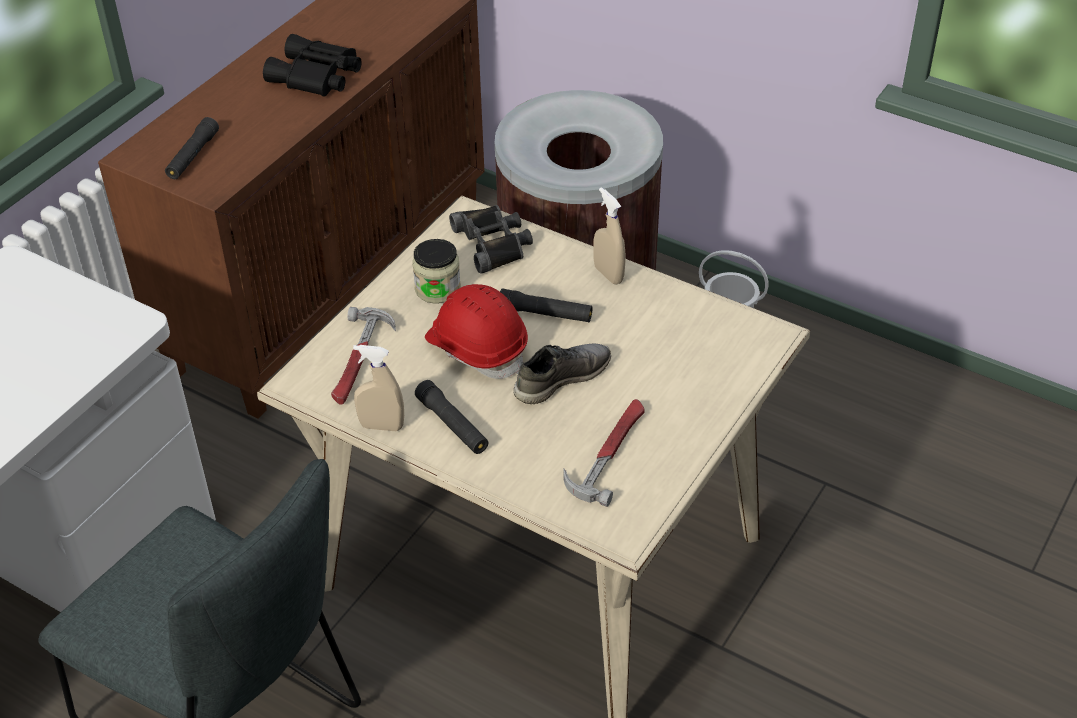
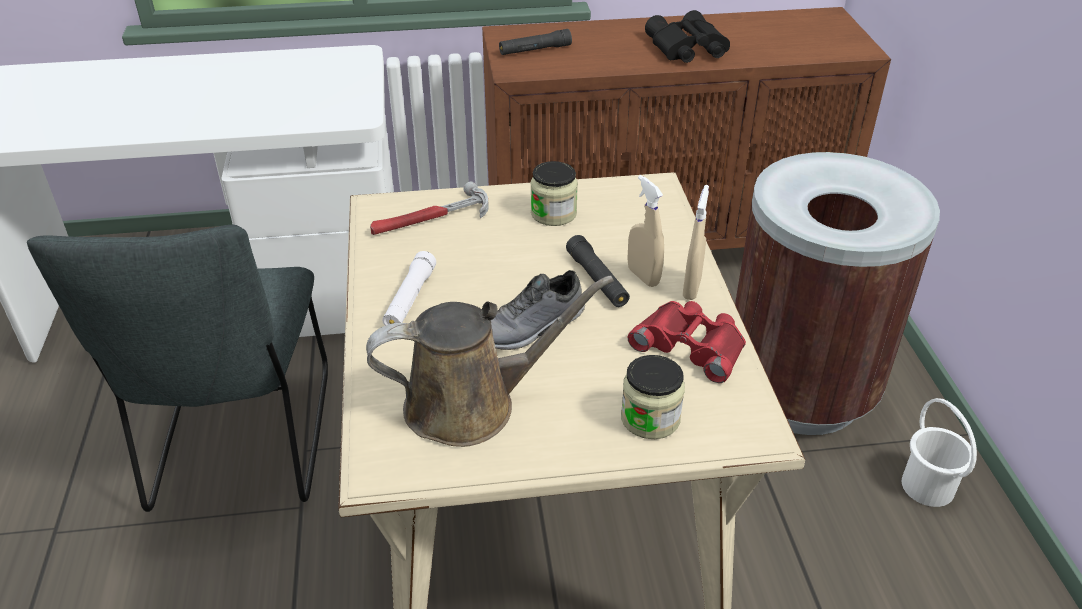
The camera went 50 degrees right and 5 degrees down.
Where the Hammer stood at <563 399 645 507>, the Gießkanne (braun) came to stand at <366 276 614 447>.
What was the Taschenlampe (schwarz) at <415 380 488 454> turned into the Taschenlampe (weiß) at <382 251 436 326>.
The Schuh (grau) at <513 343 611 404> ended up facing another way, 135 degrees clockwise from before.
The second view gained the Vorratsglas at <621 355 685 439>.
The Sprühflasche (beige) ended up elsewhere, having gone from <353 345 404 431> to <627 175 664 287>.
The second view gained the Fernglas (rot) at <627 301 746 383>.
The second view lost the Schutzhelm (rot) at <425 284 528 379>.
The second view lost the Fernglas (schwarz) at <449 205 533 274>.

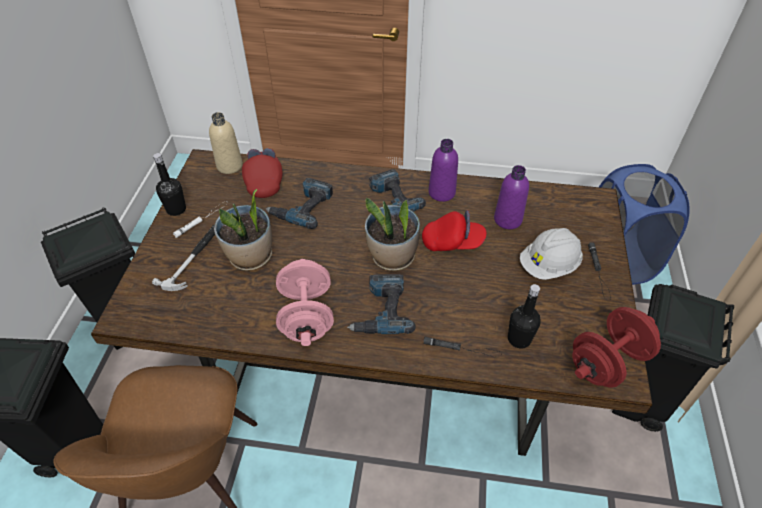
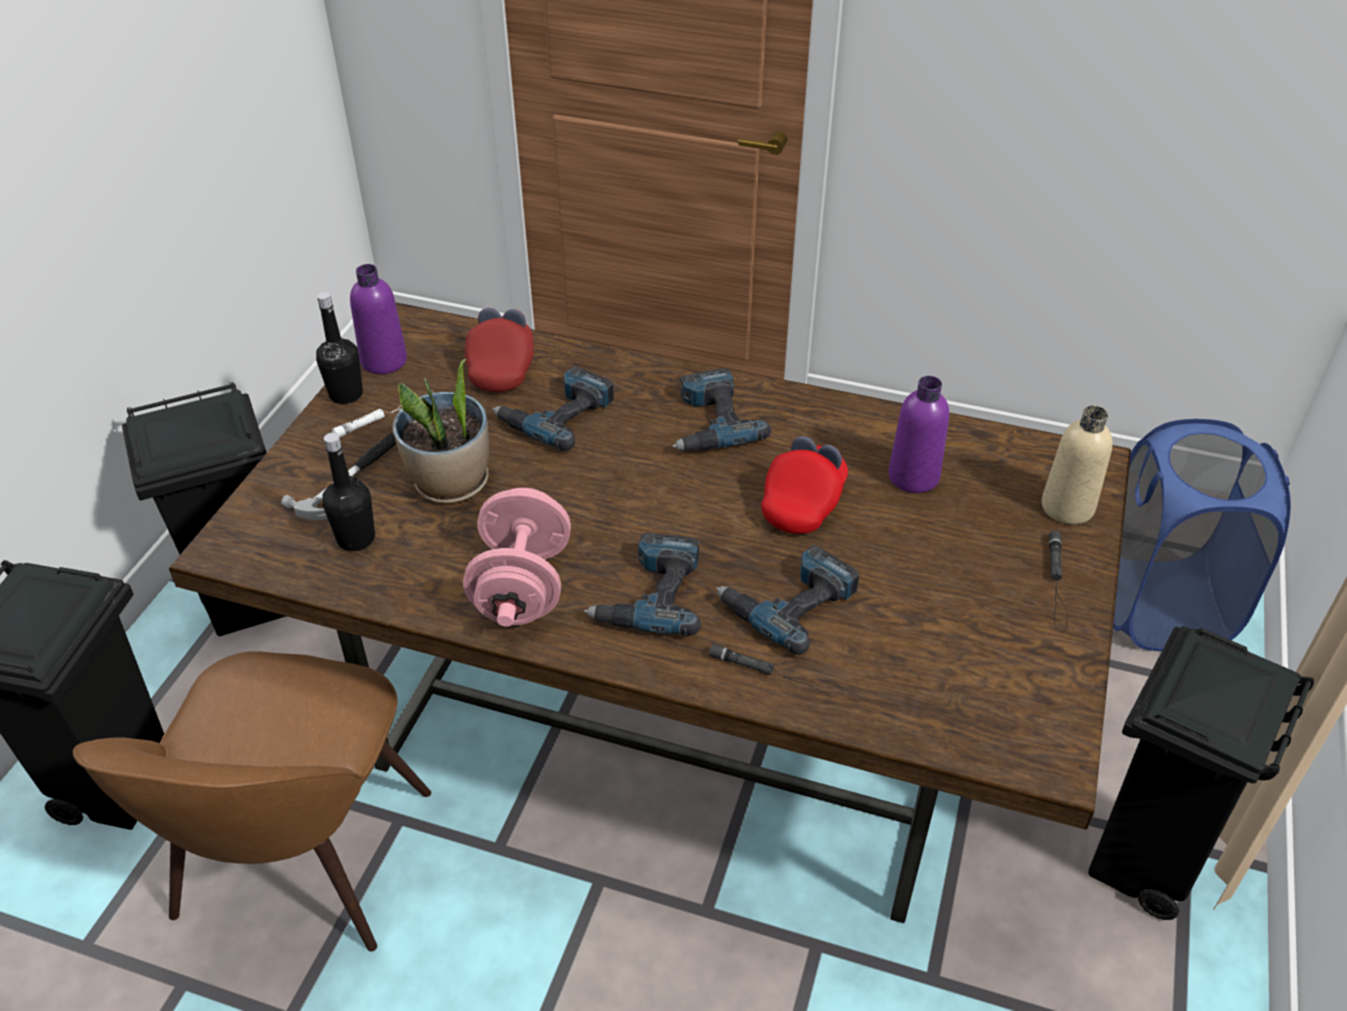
The camera went 10 degrees right and 5 degrees down.
The Flasche (schwarz) ended up elsewhere, having gone from <508 284 541 349> to <322 433 375 551>.
The Flasche (lila) ended up elsewhere, having gone from <428 139 458 202> to <350 264 407 374>.
The second view gained the Bohrmaschine at <716 545 859 655>.
The Kappe (rot) at <422 210 487 251> ended up facing another way, 75 degrees counterclockwise from before.
The Flasche (beige) ended up elsewhere, having gone from <209 112 243 174> to <1042 406 1113 525>.
The second view lost the Topfpflanze at <365 198 420 271>.
The second view lost the Schutzhelm (weiß) at <520 228 583 280>.
The second view lost the Hantel (rot) at <572 307 661 388>.

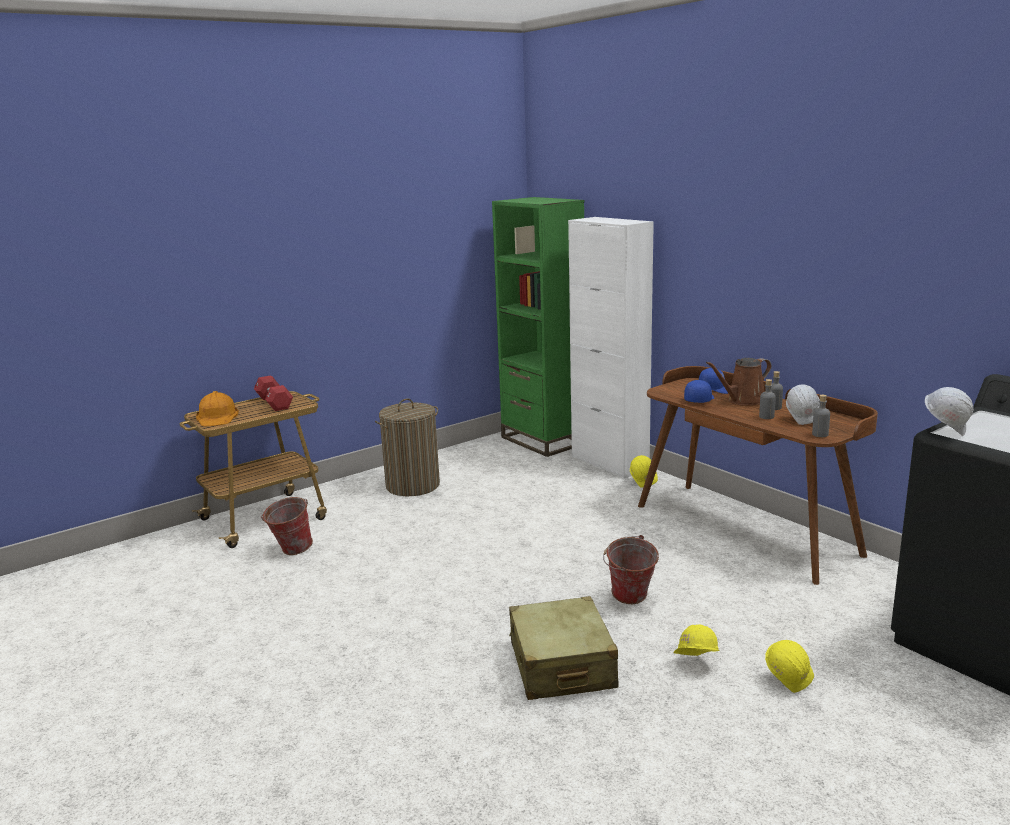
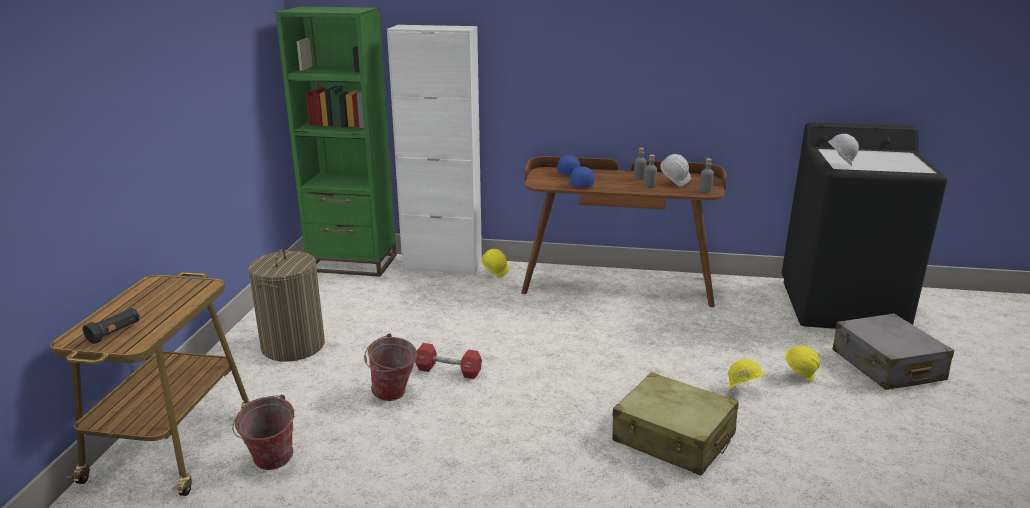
The camera went 45 degrees left and 5 degrees up.
Where the Schutzhelm (orange) stood at <196 391 239 426>, the Taschenlampe (schwarz) came to stand at <82 308 140 344>.
The Eimer ended up elsewhere, having gone from <603 535 659 604> to <364 334 418 401>.
The Hantel (rot) ended up elsewhere, having gone from <254 375 293 411> to <415 343 482 379>.
The second view gained the Koffer (grau) at <833 313 954 390>.
The second view lost the Gießkanne (braun) at <706 358 771 406>.

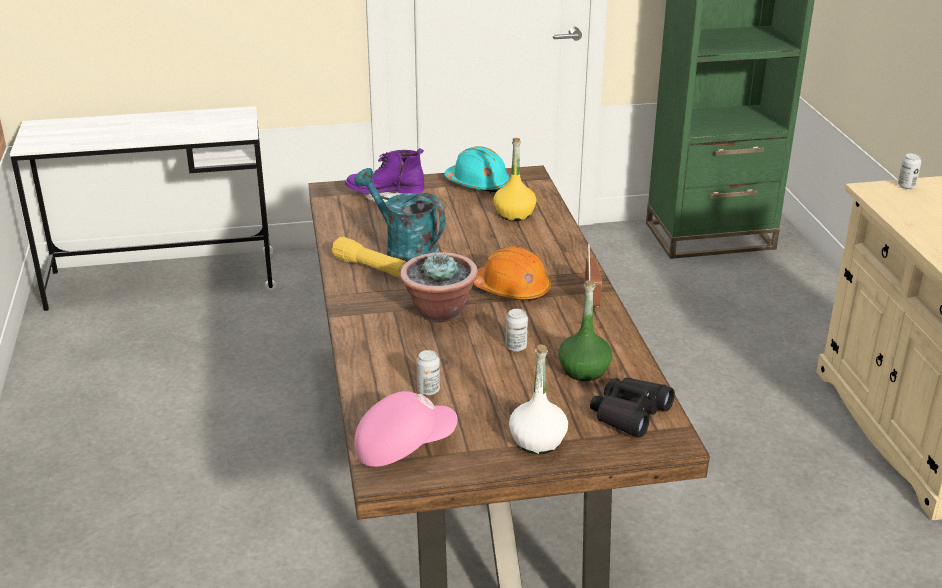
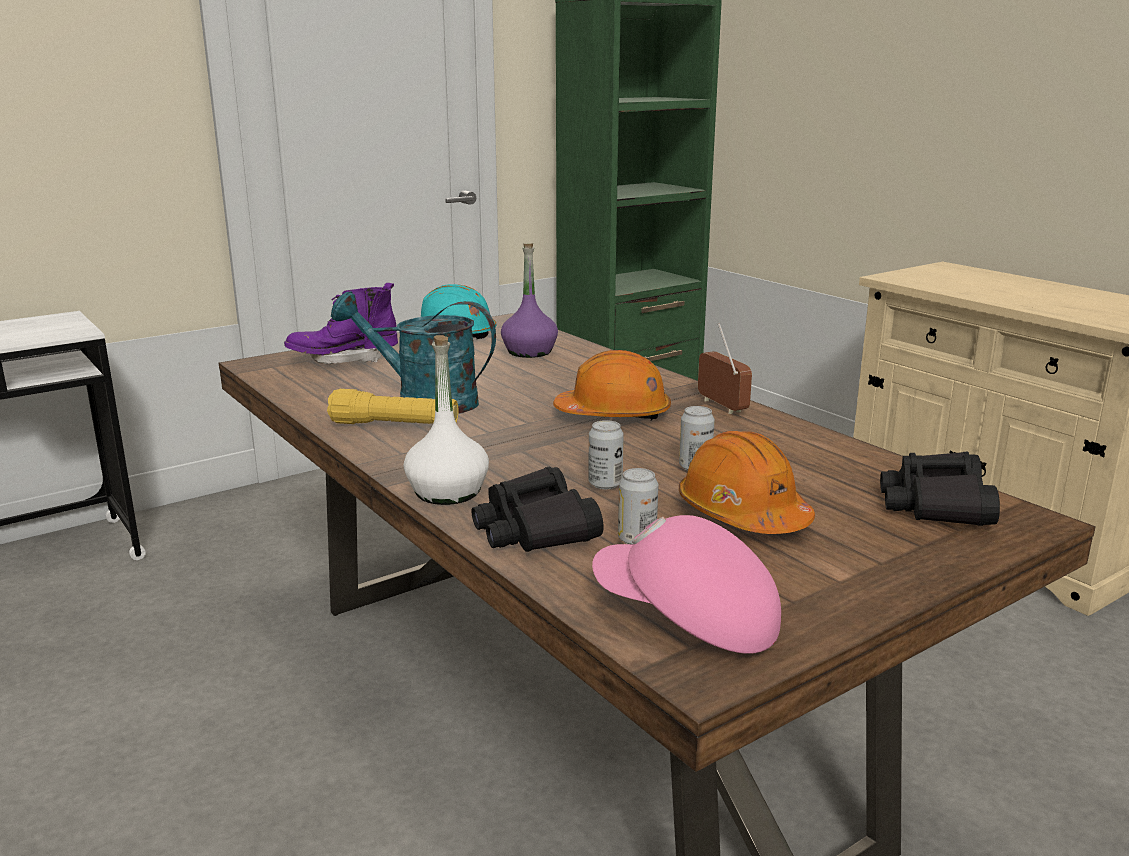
The camera went 25 degrees left and 10 degrees down.
The Flasche (weiß) ended up elsewhere, having gone from <509 344 568 454> to <404 335 489 505>.
The second view gained the Fernglas (schwarz) at <471 467 604 552>.
What was the Flasche (gelb) at <493 138 537 221> turned into the Flasche (lila) at <501 244 558 358>.
The Dose ended up elsewhere, having gone from <898 153 921 189> to <588 420 624 489>.
The Kappe (rosa) at <354 391 458 467> ended up facing another way, 105 degrees counterclockwise from before.
The second view gained the Schutzhelm (orange) at <679 431 815 534>.
The second view lost the Topfpflanze at <400 252 478 322>.
The second view lost the Flasche (grün) at <558 280 612 381>.

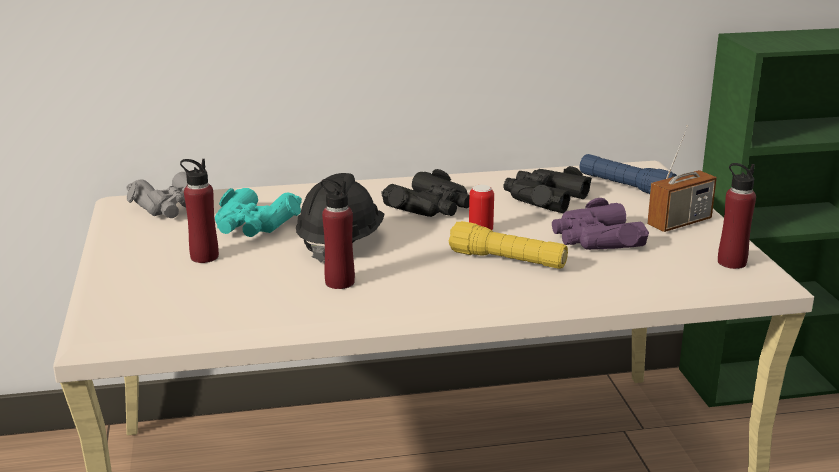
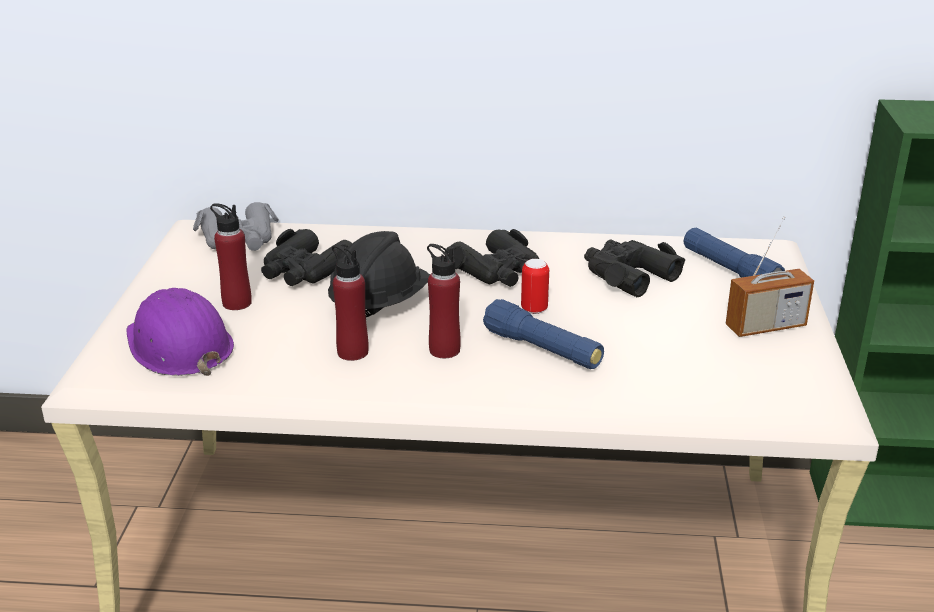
The camera went 15 degrees right and 5 degrees up.
The second view gained the Schutzhelm (lila) at <126 288 234 376>.
What was the Fernglas (türkis) at <215 188 302 237> turned into the Fernglas (schwarz) at <261 229 352 286>.
The Flasche (rot) ended up elsewhere, having gone from <718 163 756 269> to <427 244 461 358>.
What was the Taschenlampe (gelb) at <449 221 568 269> turned into the Taschenlampe (blau) at <483 299 604 369>.
The second view lost the Fernglas (lila) at <552 198 649 250>.

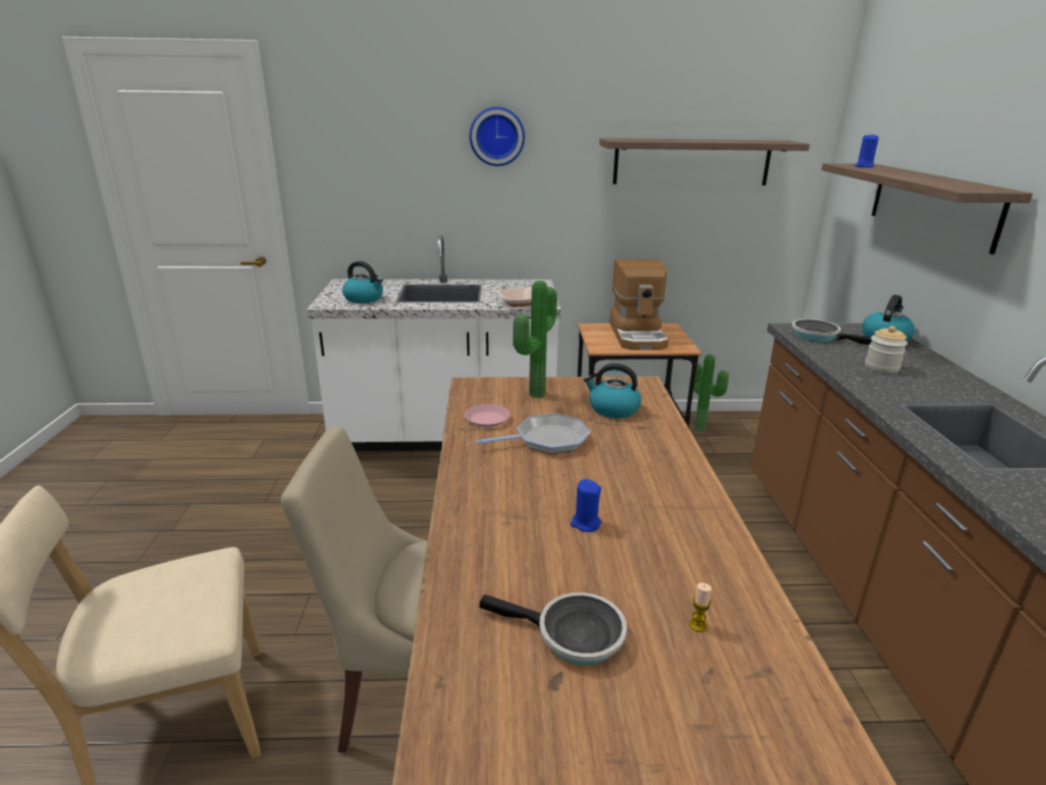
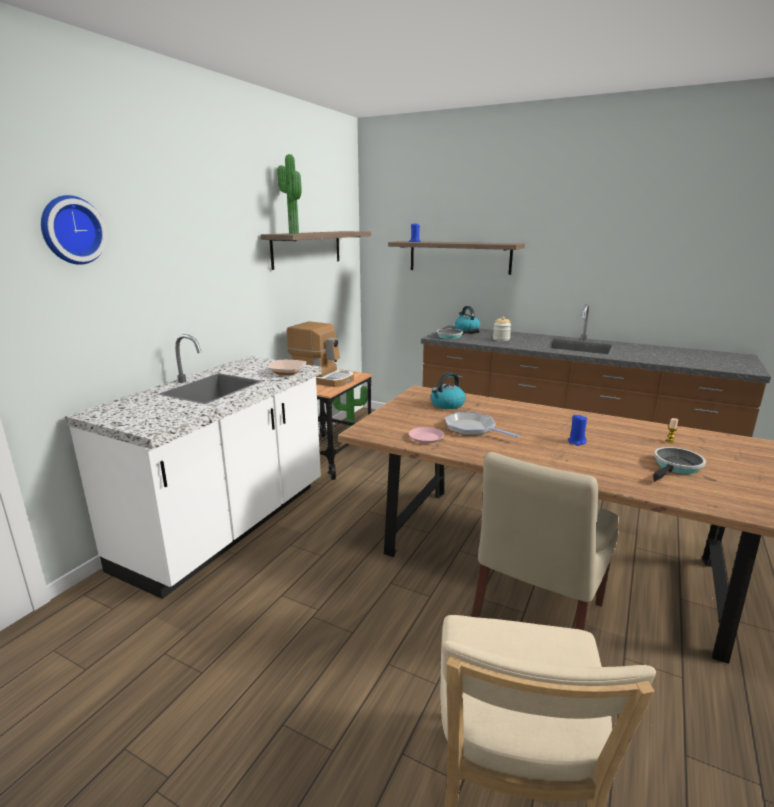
The camera went 60 degrees left and 5 degrees down.
The Wanduhr ended up elsewhere, having gone from <469 107 525 166> to <41 195 107 265>.
The Topfpflanze ended up elsewhere, having gone from <513 280 557 398> to <277 154 302 234>.
The Pfanne at <477 413 590 454> ended up facing another way, 60 degrees counterclockwise from before.
The second view lost the Wasserkessel at <342 261 383 303>.

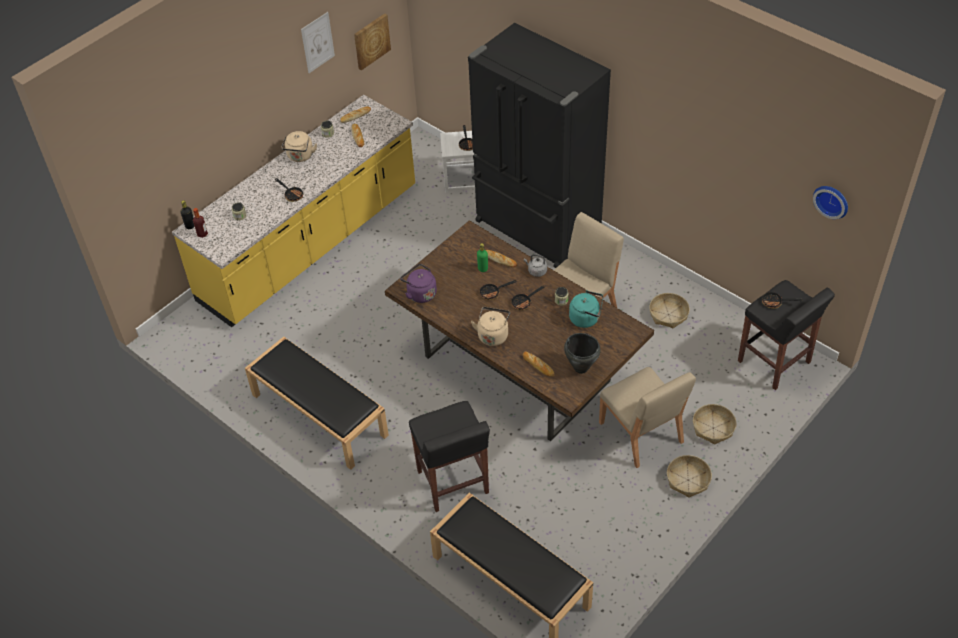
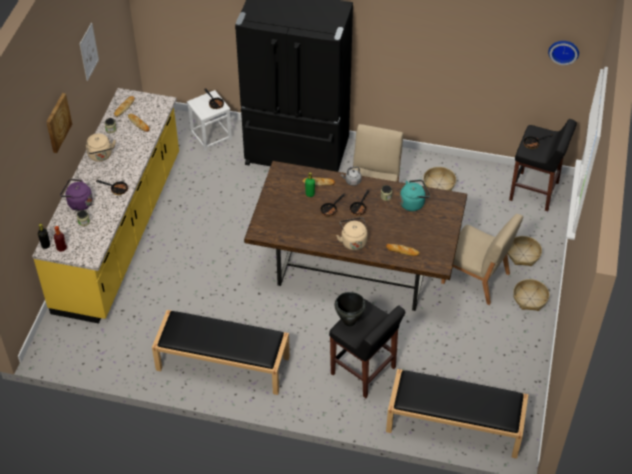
The camera went 30 degrees left and 0 degrees up.
The Bild ended up elsewhere, having gone from <354 13 391 70> to <46 93 72 153>.
The Wasserkessel (lila) ended up elsewhere, having gone from <400 264 437 303> to <60 179 93 211>.
The Kochtopf (schwarz) ended up elsewhere, having gone from <564 333 601 374> to <334 292 366 326>.

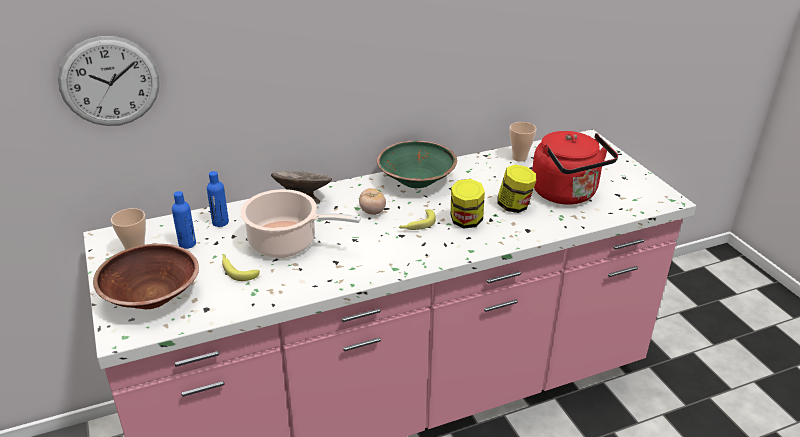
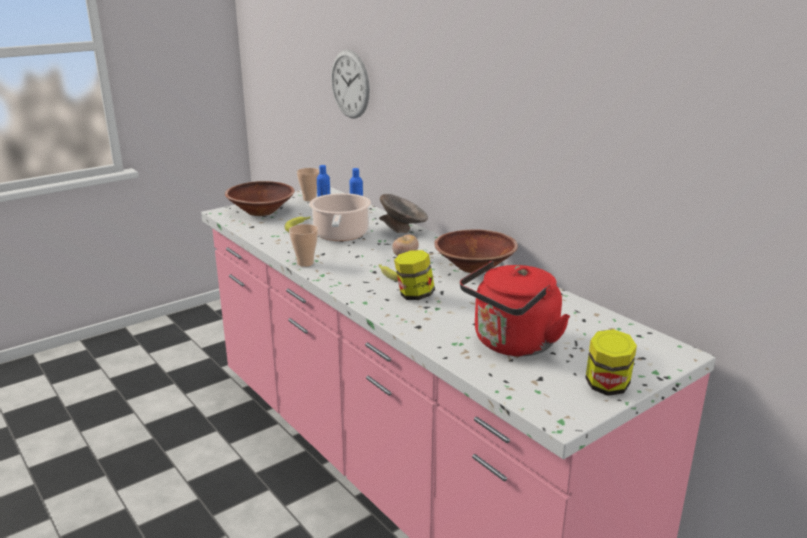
The camera went 75 degrees right and 10 degrees down.
The Tasse ended up elsewhere, having gone from <510 122 537 162> to <289 224 318 267>.
What was the Schüssel (grün) at <377 141 457 188> turned into the Schüssel (braun) at <434 230 518 273>.
The Vorratsglas ended up elsewhere, having gone from <497 164 536 213> to <585 329 637 396>.

